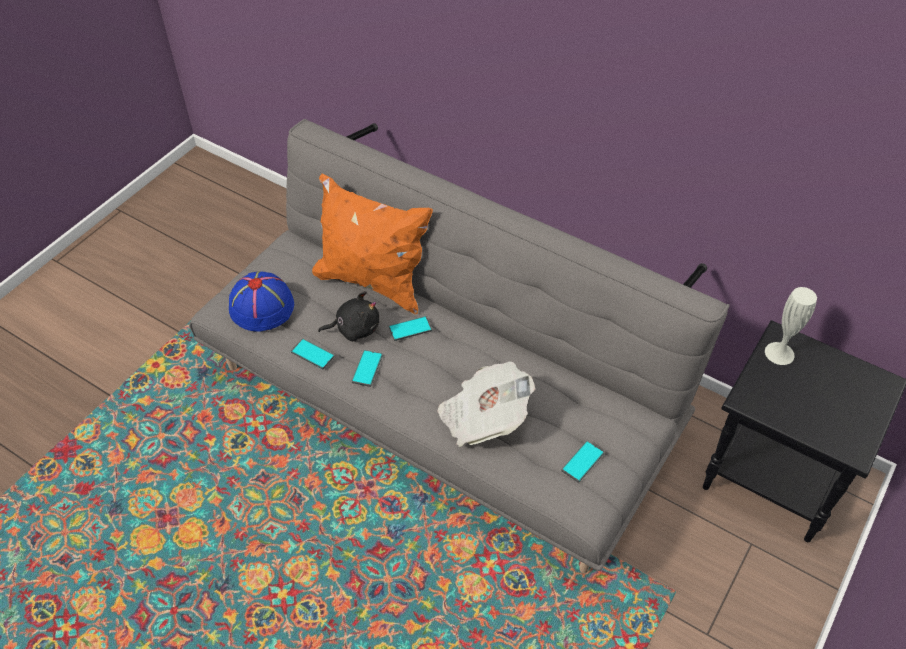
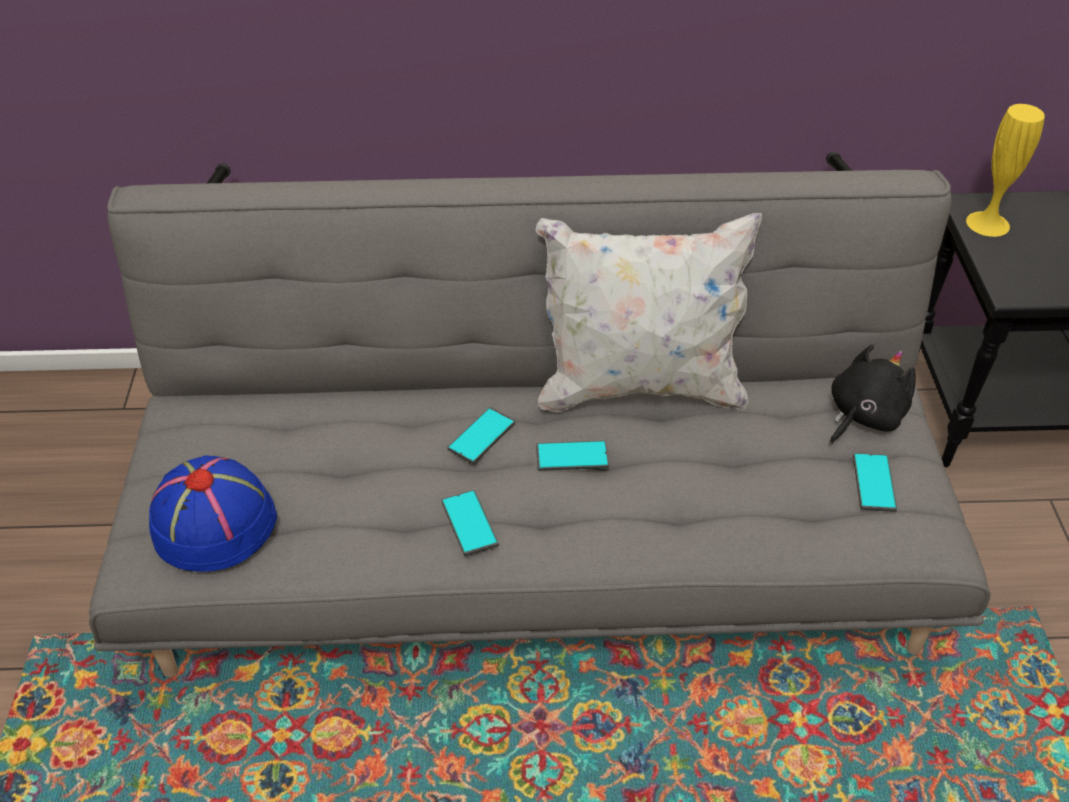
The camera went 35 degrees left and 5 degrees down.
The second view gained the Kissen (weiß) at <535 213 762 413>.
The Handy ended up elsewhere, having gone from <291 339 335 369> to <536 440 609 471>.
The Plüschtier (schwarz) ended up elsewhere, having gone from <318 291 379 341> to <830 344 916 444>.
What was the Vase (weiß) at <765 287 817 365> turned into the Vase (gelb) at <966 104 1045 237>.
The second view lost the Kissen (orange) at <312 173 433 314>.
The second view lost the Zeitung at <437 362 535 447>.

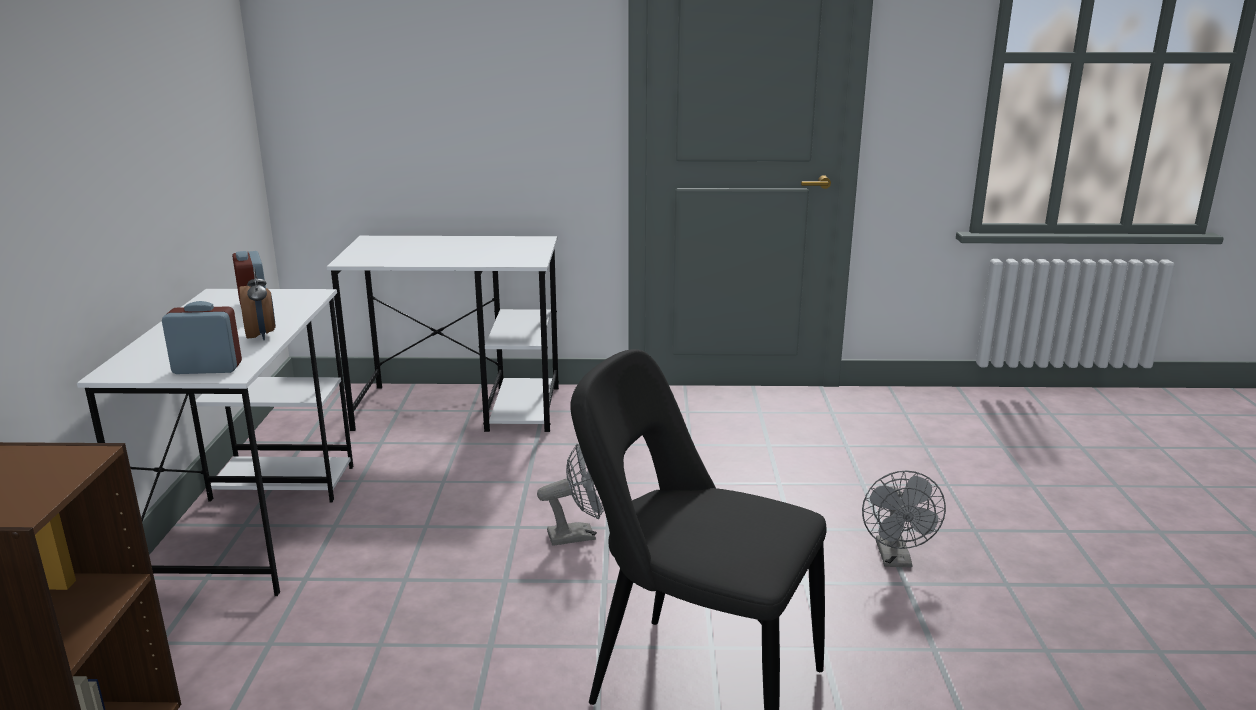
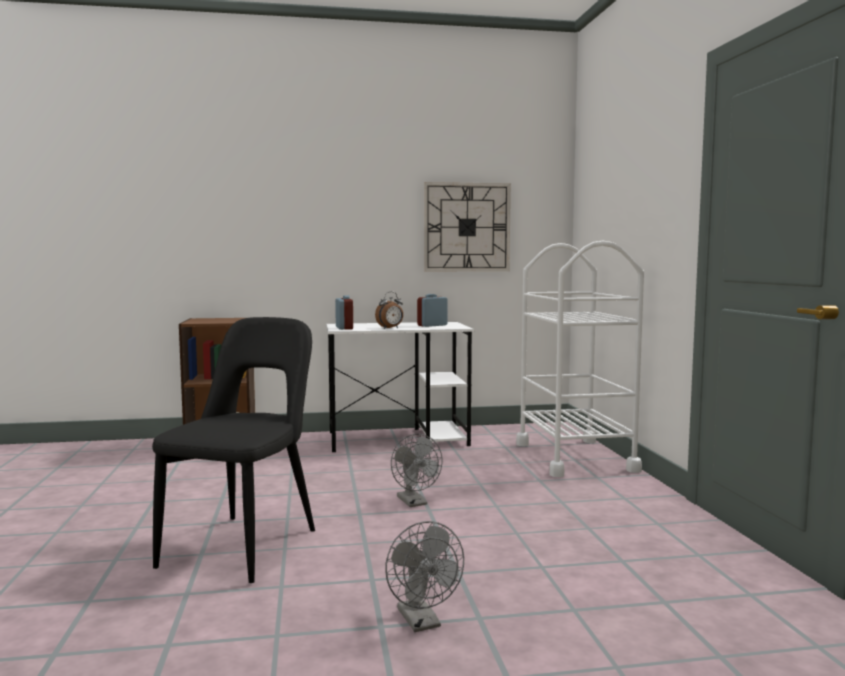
The camera went 80 degrees right and 15 degrees down.
The Ventilator (grau) at <862 470 946 567> ended up facing another way, 105 degrees counterclockwise from before.
The second view gained the Wanduhr at <424 182 511 271>.
Where the Schreibtisch (weiß) stood at <326 236 559 432>, the Rollwagen (weiß) came to stand at <516 241 644 477>.

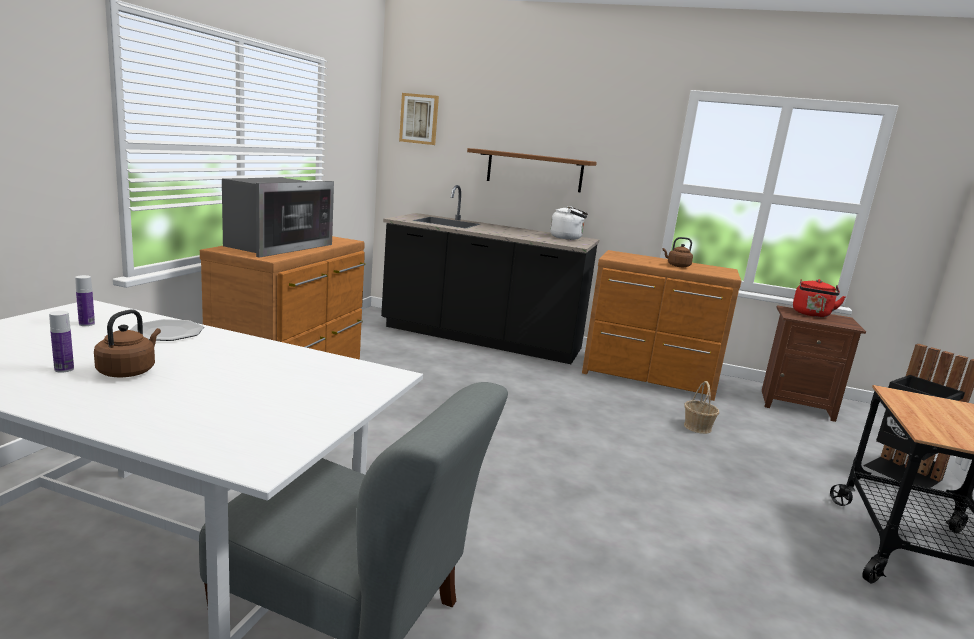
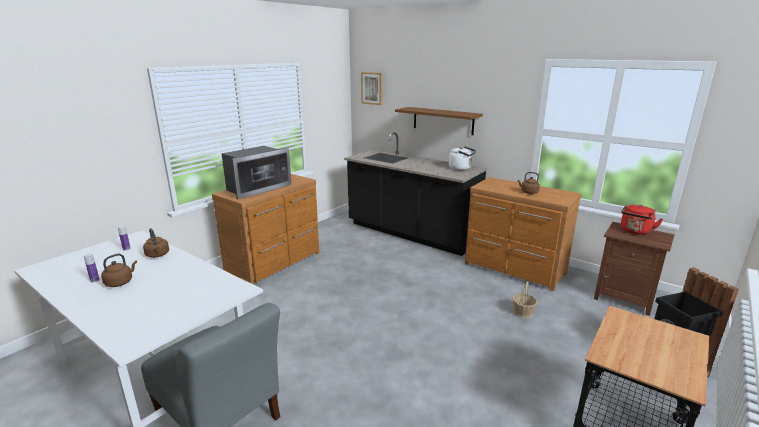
The camera went 20 degrees right and 5 degrees up.
Where the Teller stood at <130 319 204 341>, the Wasserkessel (braun) came to stand at <143 228 169 258>.

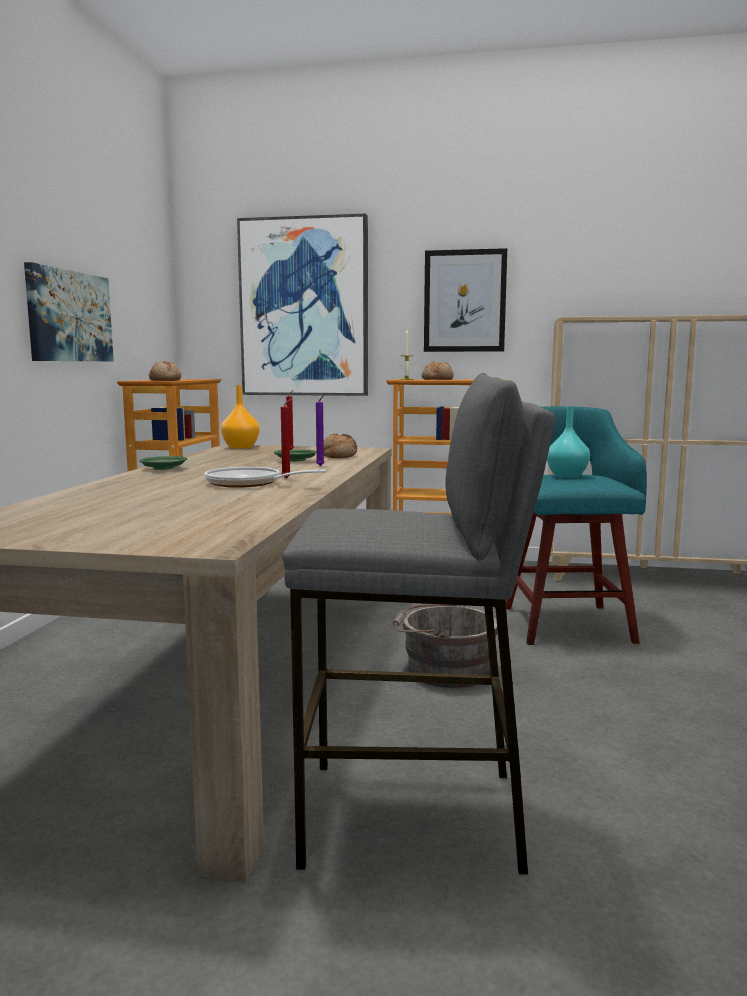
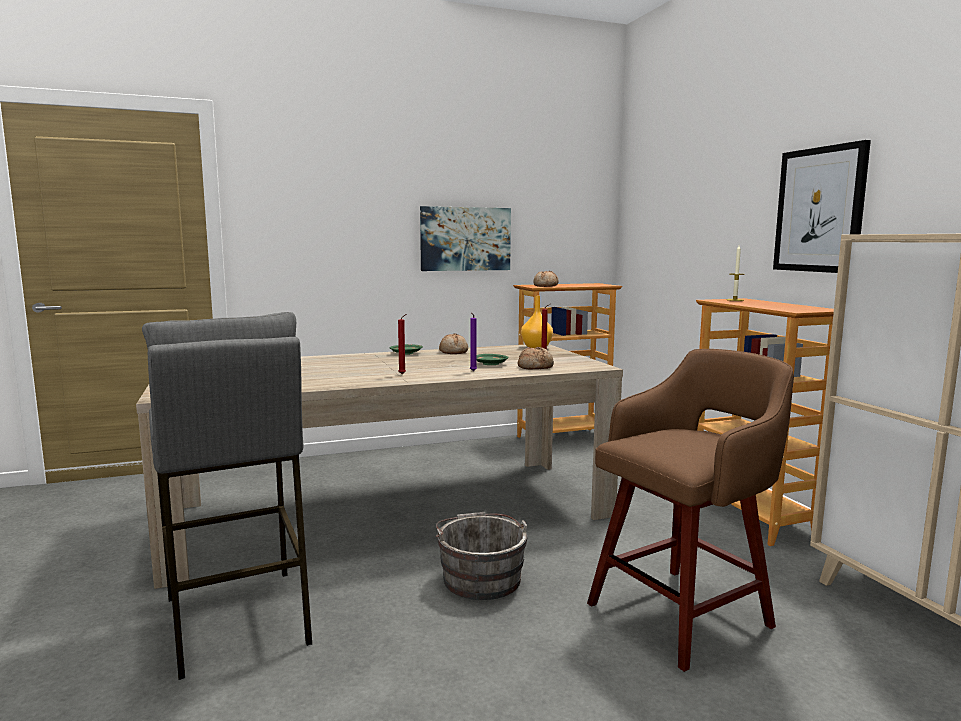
The camera went 60 degrees right and 0 degrees up.
The Brot ended up elsewhere, having gone from <422 362 454 380> to <439 333 468 354>.
What was the Hocker (türkis) at <506 406 647 645> turned into the Hocker (braun) at <587 349 794 672>.
The second view lost the Pfanne at <204 467 327 488>.
The second view lost the Bild at <237 214 368 396>.
The second view lost the Vase (türkis) at <547 407 590 478>.

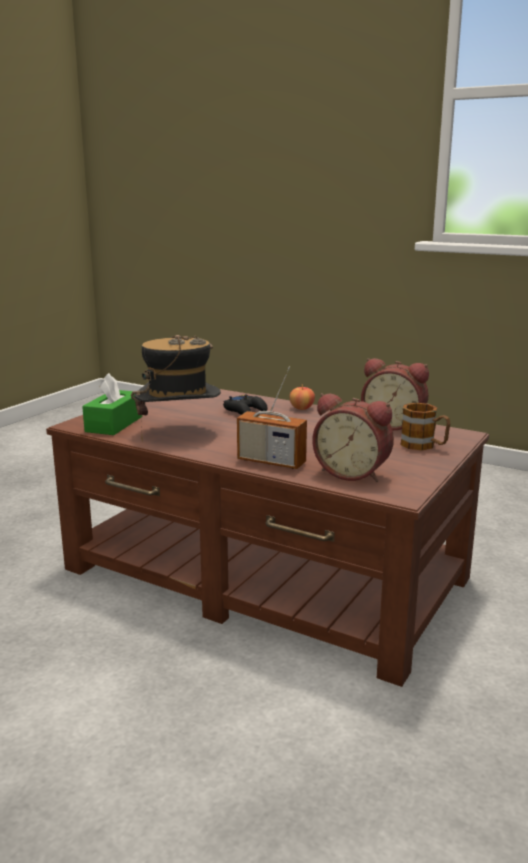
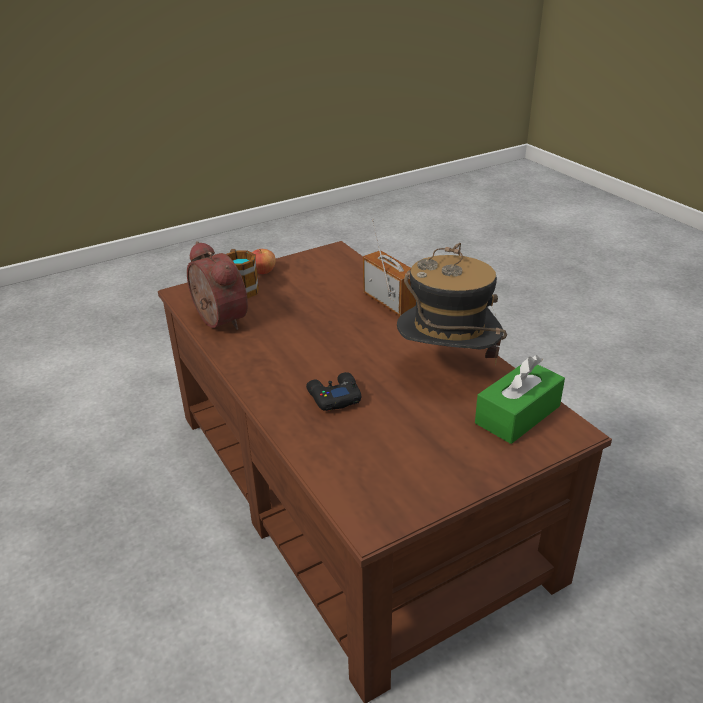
The camera went 150 degrees left and 15 degrees up.
The Apfel ended up elsewhere, having gone from <290 384 315 410> to <252 248 276 274>.
The second view lost the Wecker at <312 393 394 482>.

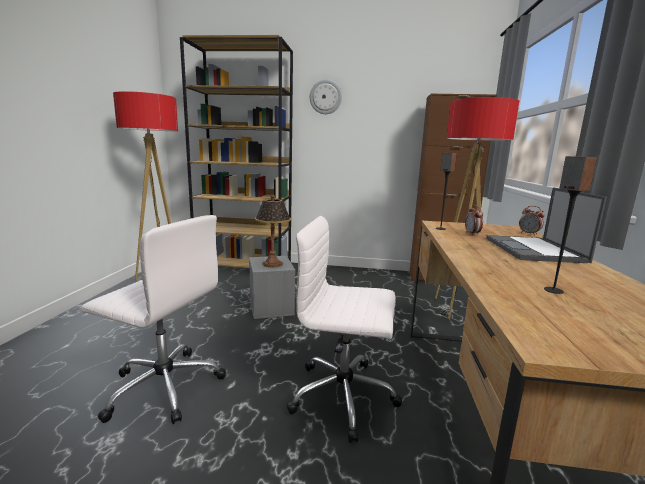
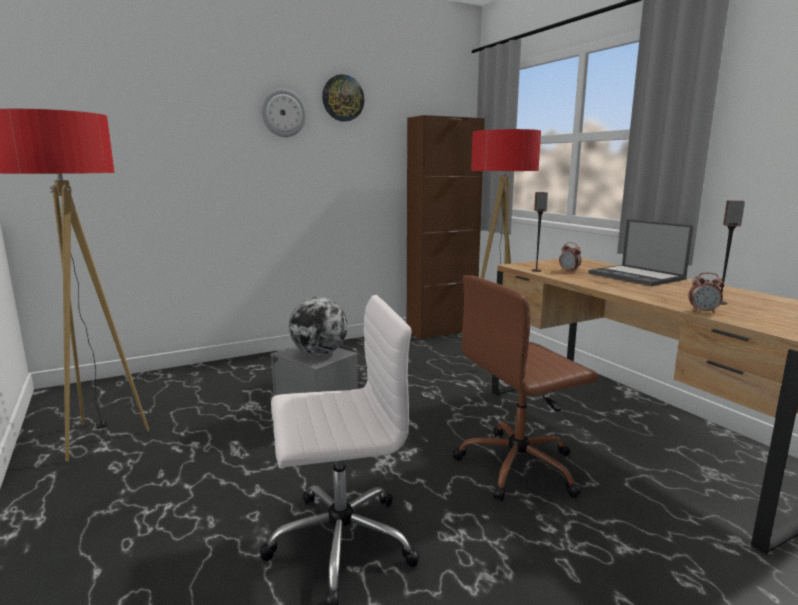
The camera went 35 degrees left and 0 degrees up.
Where the Tischlampe stood at <254 195 291 267>, the Globus came to stand at <289 297 348 355>.
The second view gained the Wanduhr at <322 74 364 122>.
What was the Bürostuhl (weiß) at <287 216 402 443> turned into the Bürostuhl (braun) at <453 275 598 501>.
The Wecker ended up elsewhere, having gone from <519 206 545 236> to <688 273 725 314>.
The second view lost the Bücherregal (braun) at <180 35 293 268>.

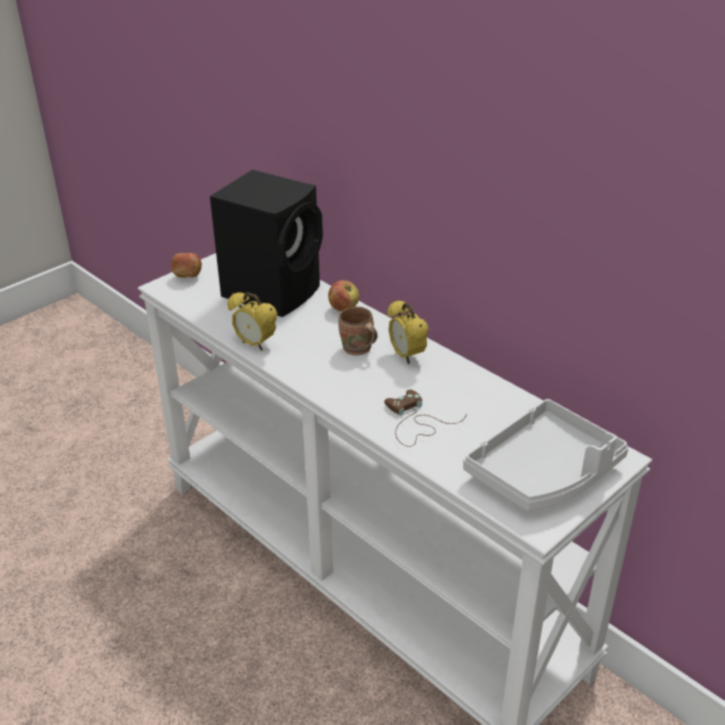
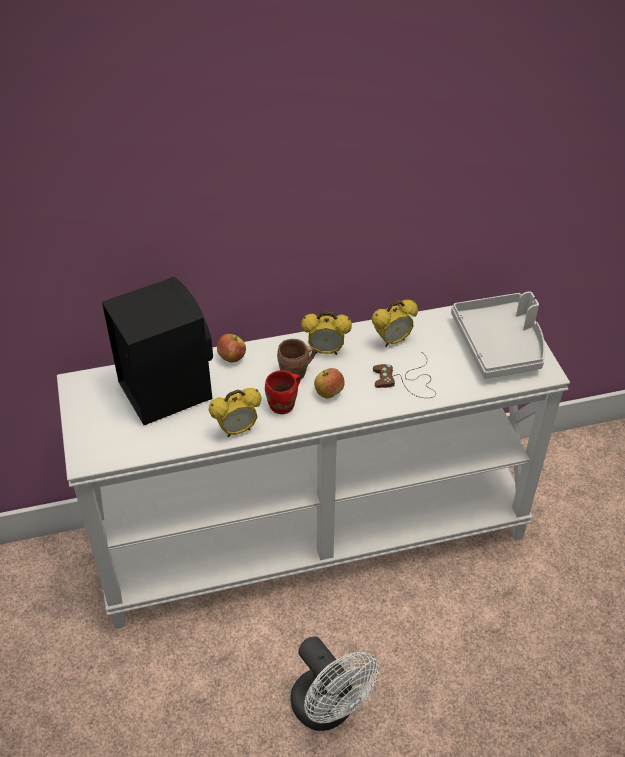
The camera went 60 degrees left and 10 degrees up.
The second view gained the Henkelbecher (rot) at <265 370 301 414>.
The second view gained the Ventilator (weiß) at <290 636 379 731>.
The Apfel ended up elsewhere, having gone from <171 250 202 278> to <314 368 345 399>.
The second view gained the Wecker at <372 300 418 347>.

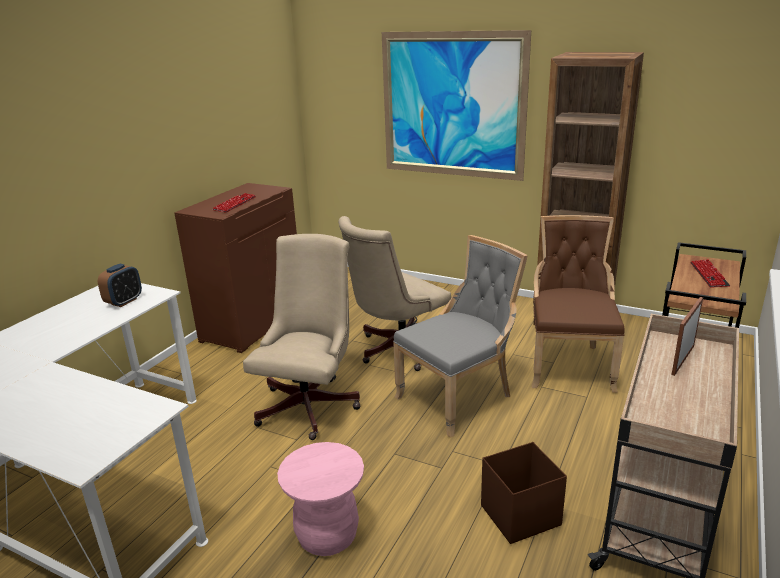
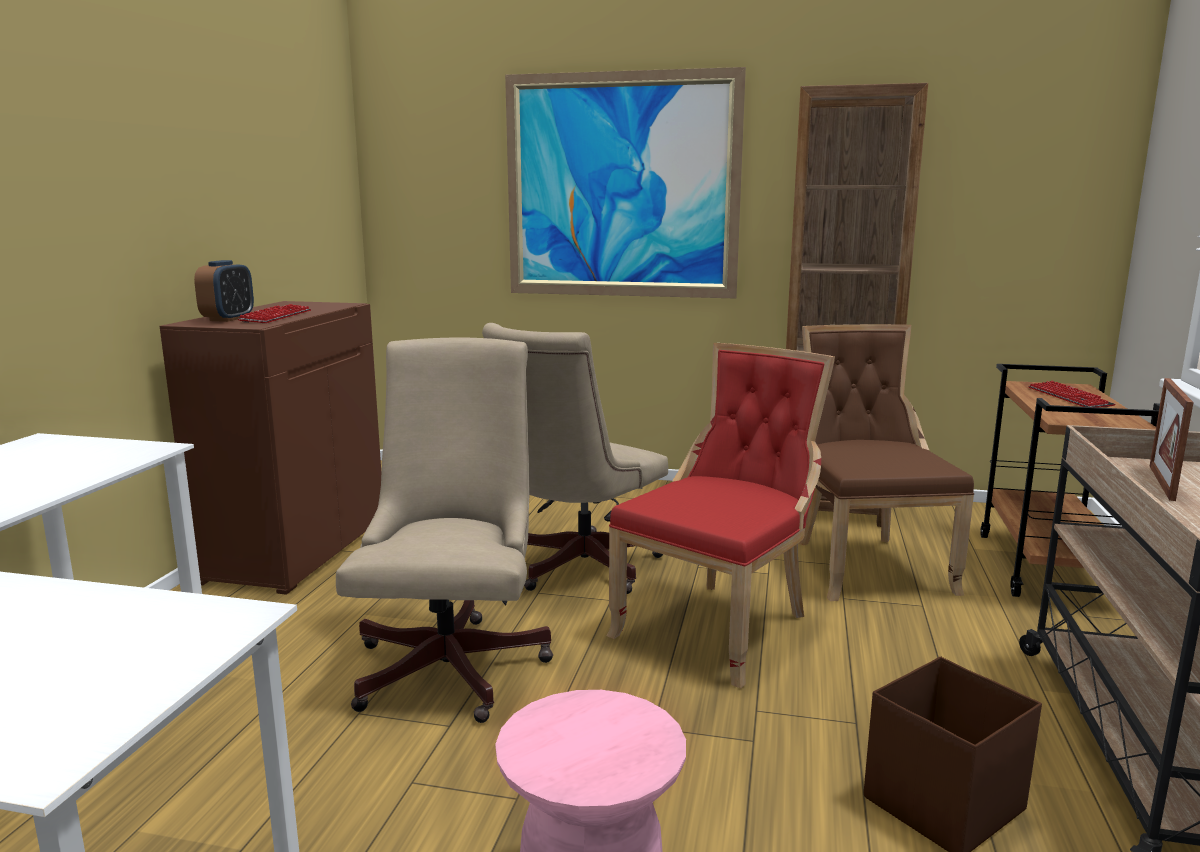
The camera went 15 degrees left and 10 degrees down.
The Wecker ended up elsewhere, having gone from <98 264 142 307> to <194 260 254 322>.
What was the Stuhl (grau) at <393 235 528 438> turned into the Stuhl (rot) at <607 343 835 689>.

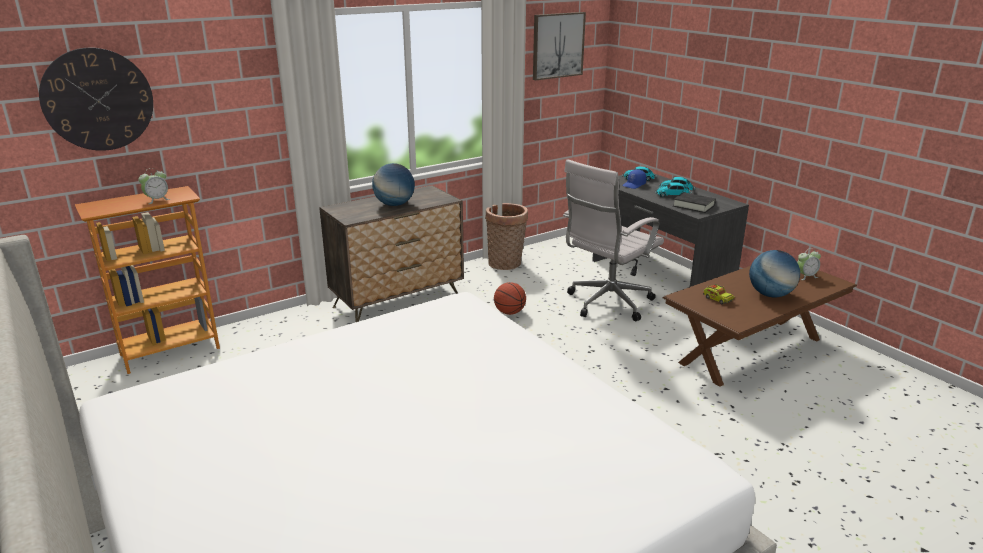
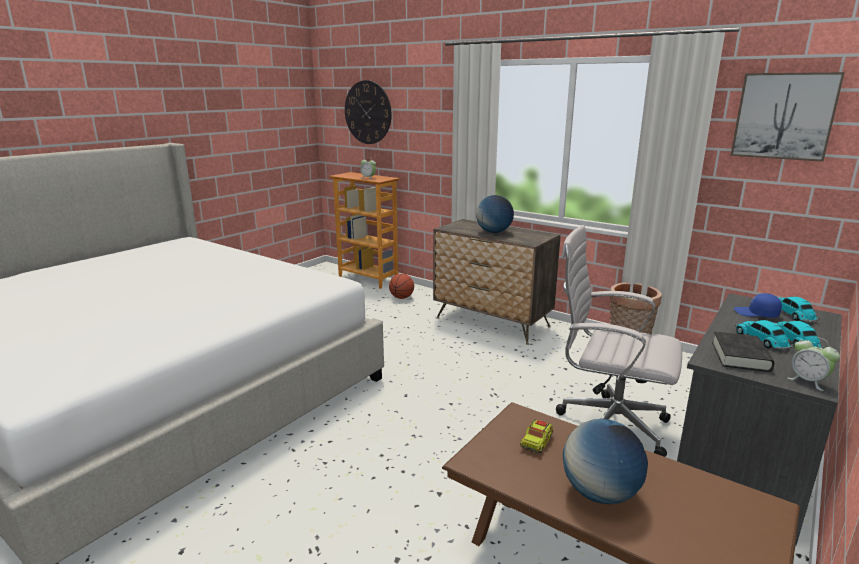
The camera went 70 degrees right and 5 degrees down.
The Basketball ended up elsewhere, having gone from <494 282 526 315> to <389 274 414 299>.
The Wecker ended up elsewhere, having gone from <797 248 821 280> to <788 337 840 391>.

